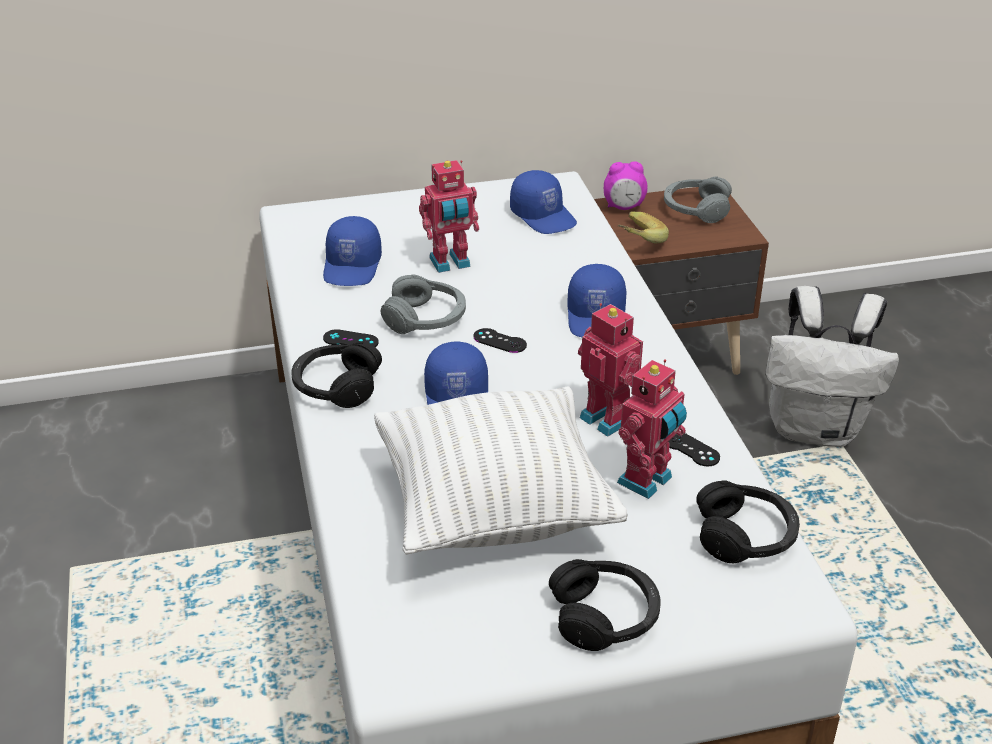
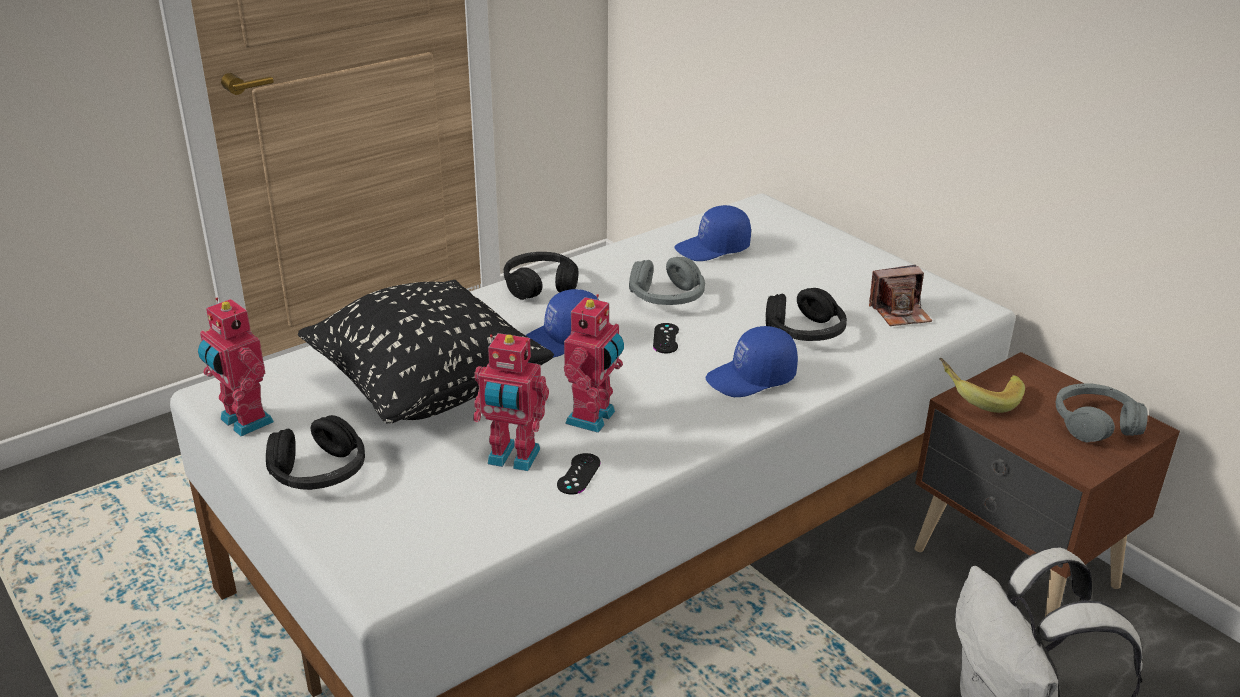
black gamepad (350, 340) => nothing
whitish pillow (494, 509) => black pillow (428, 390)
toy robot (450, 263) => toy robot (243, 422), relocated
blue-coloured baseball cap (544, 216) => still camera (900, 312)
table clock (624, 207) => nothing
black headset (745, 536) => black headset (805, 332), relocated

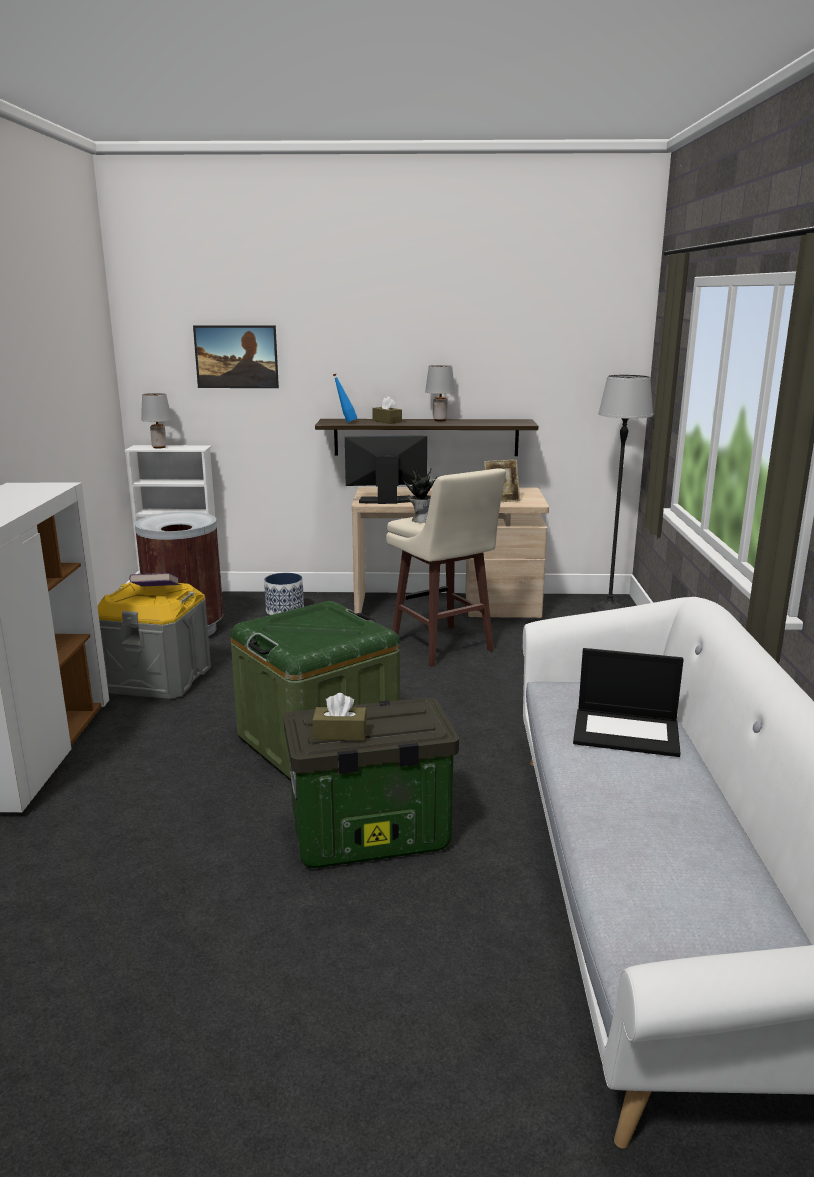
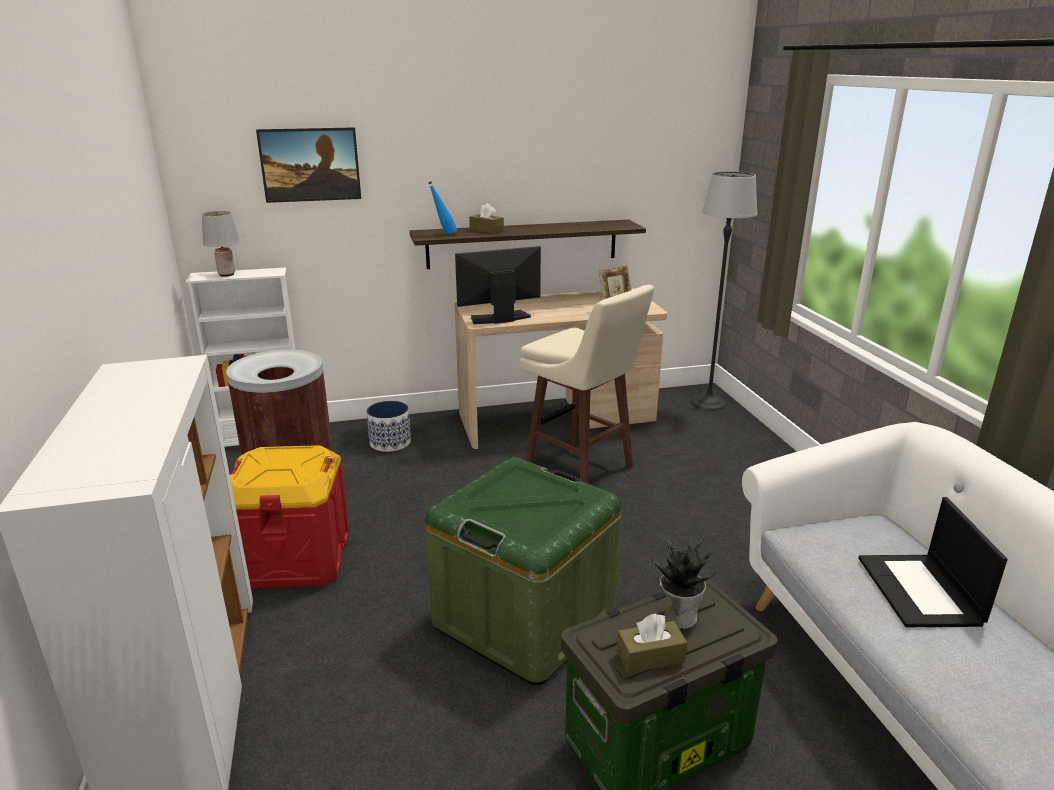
greyish storage bin (158, 679) => reddish storage bin (295, 558)
purple volume (156, 592) => nothing
plant in a pot (421, 520) => plant in a pot (679, 616), relocated
greyish tabletop lamp (440, 420) => nothing
portable computer (627, 732) => portable computer (920, 591), 90 degrees clockwise

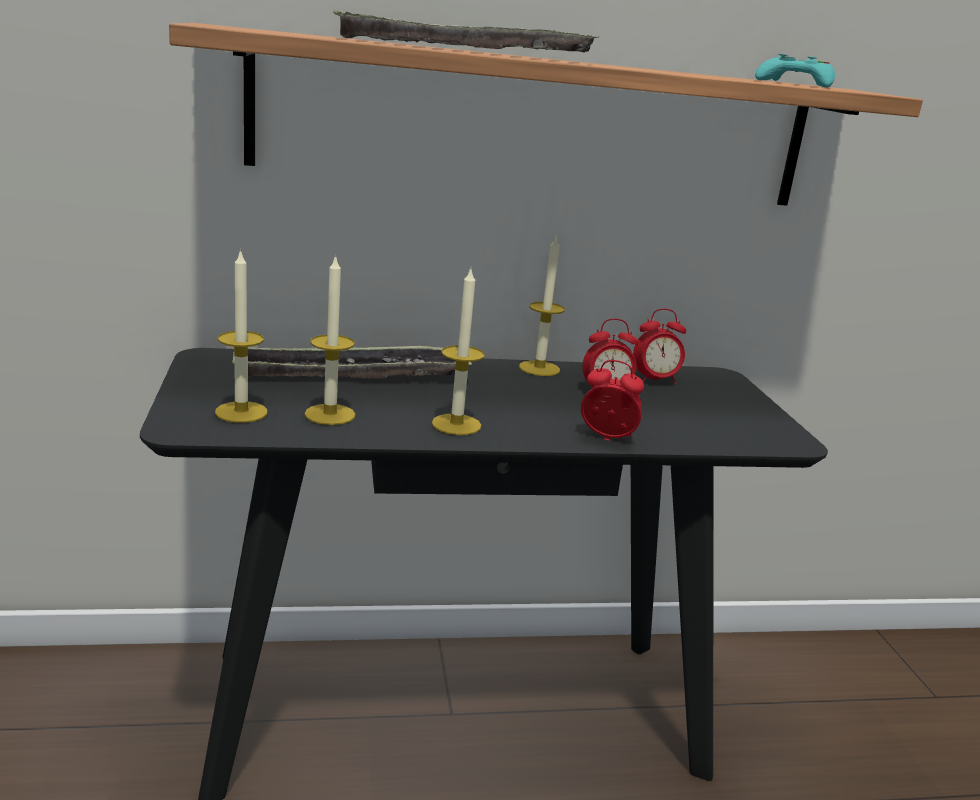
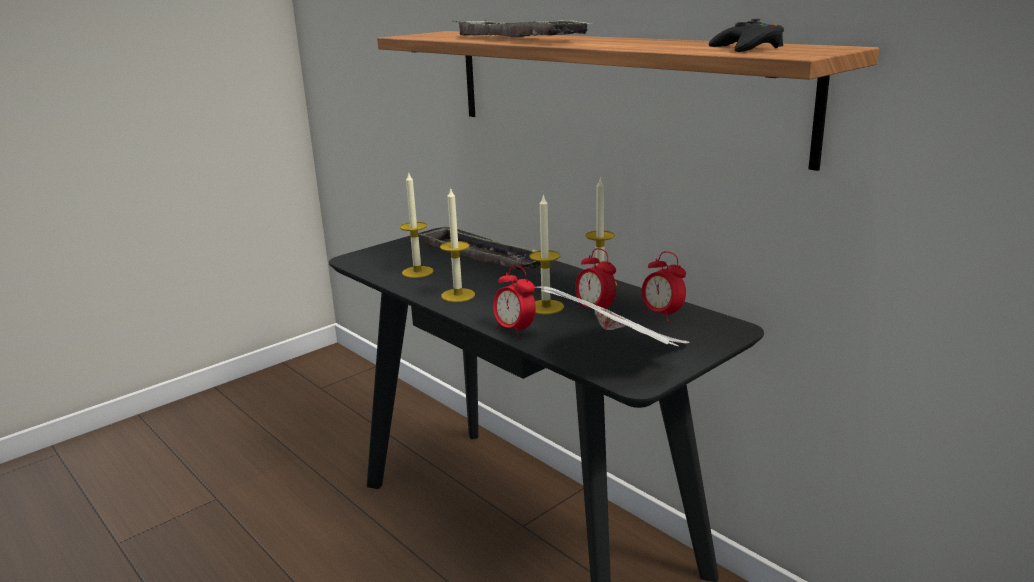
candle (241, 412) => candle (546, 307), relocated
table clock (607, 438) => table clock (514, 330), 150 degrees clockwise
turquoise gamepad (794, 83) => black gamepad (747, 48)
nothing => printed paper (615, 354)

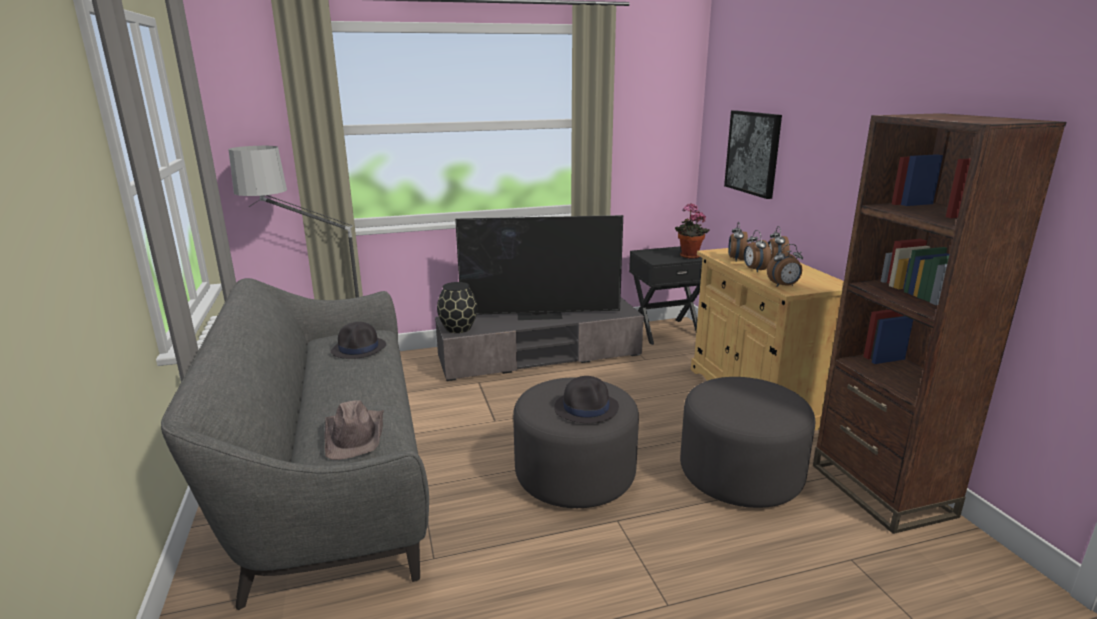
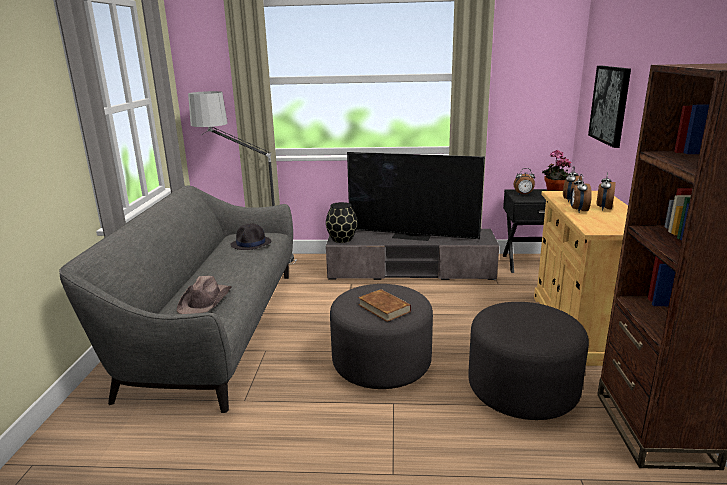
black clothing hat (586, 408) => brown volume (384, 308)
table clock (784, 286) => table clock (523, 194), relocated

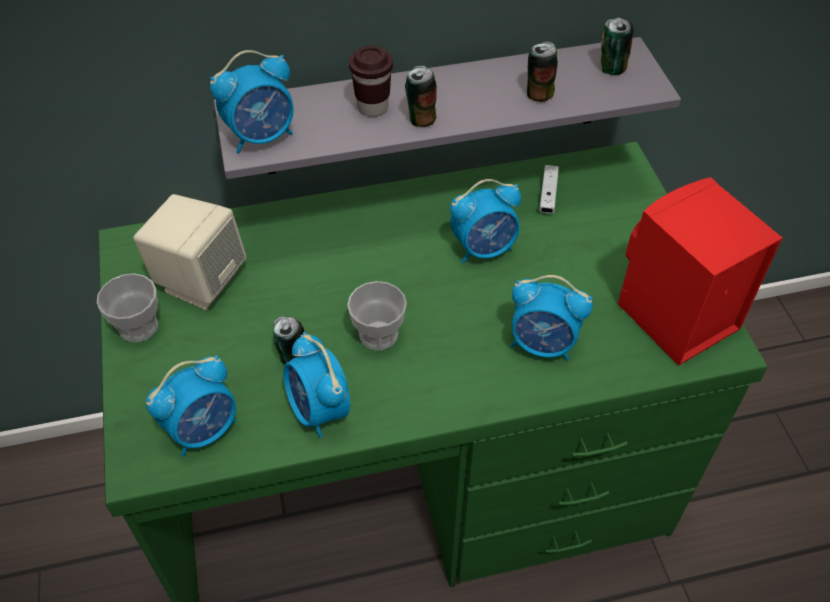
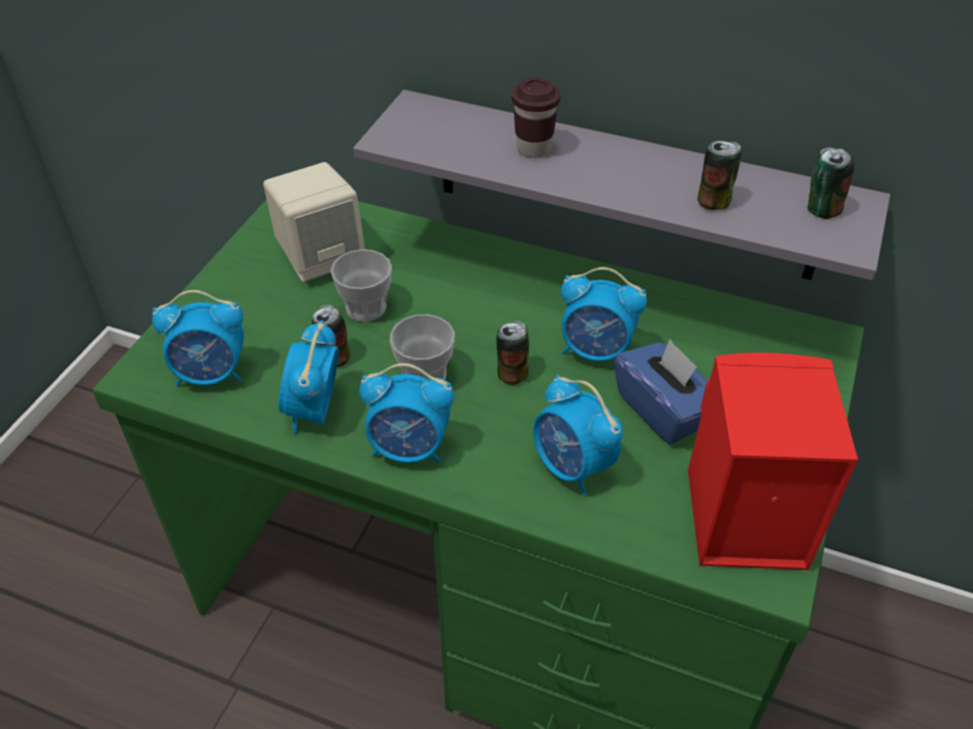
small cup (138, 327) => small cup (366, 308), relocated
table clock (262, 136) => table clock (409, 449), relocated
metal can (421, 118) => metal can (512, 373), relocated
whitish gamepad (548, 195) => nothing
nothing => blue-coloured box of tissues (663, 410)

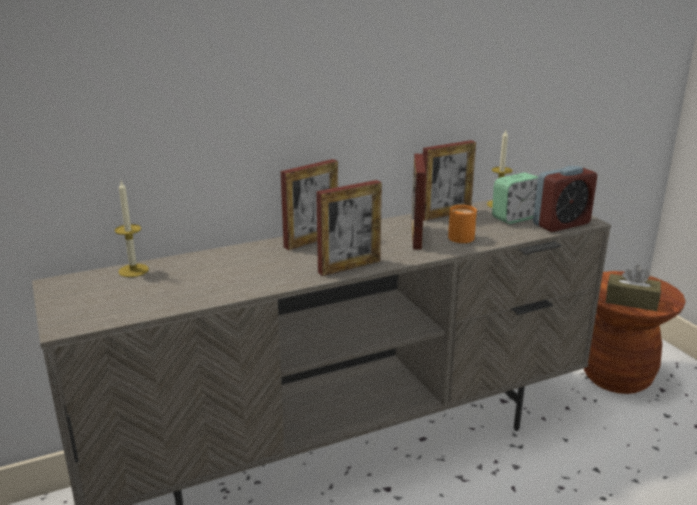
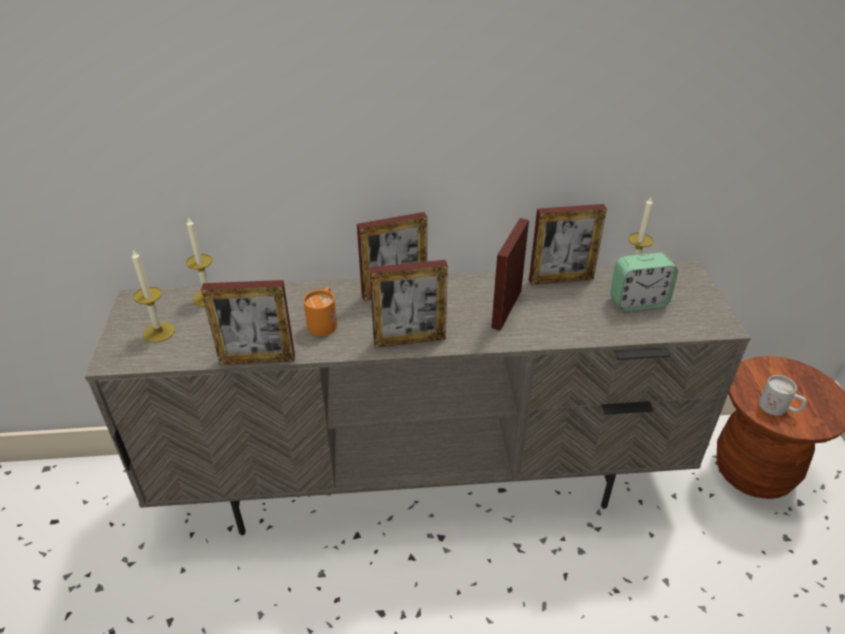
orangey tea mug (459, 235) => orangey tea mug (324, 322), relocated
table clock (561, 224) => nothing
brown box of tissues (631, 301) => whitish tea mug (778, 409)
nothing => candle (159, 332)
nothing => picture frame (257, 359)

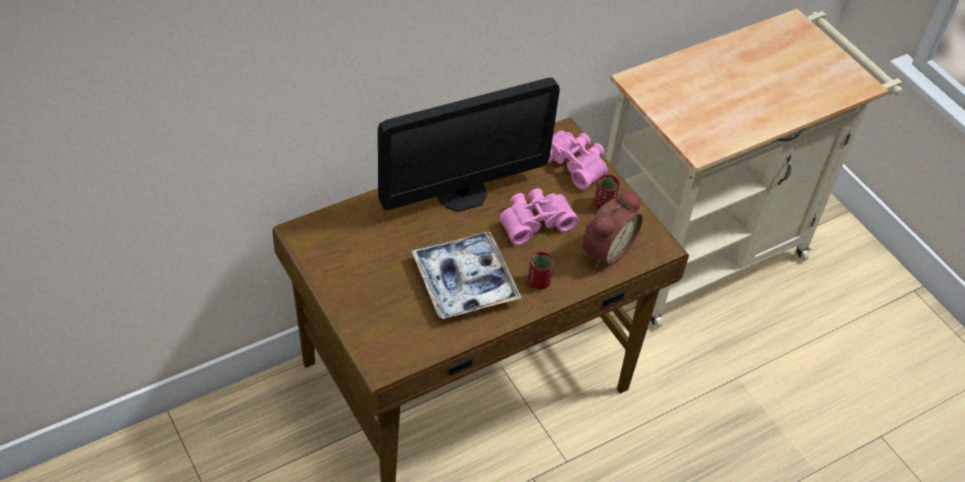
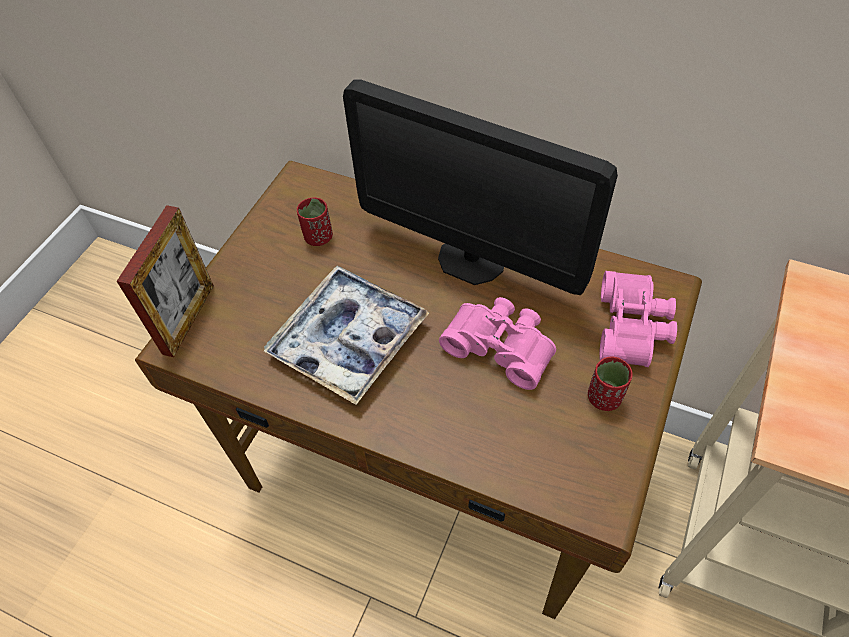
reddish small cup (538, 282) => reddish small cup (318, 237), relocated
table clock (604, 249) => nothing
nothing => picture frame (188, 319)

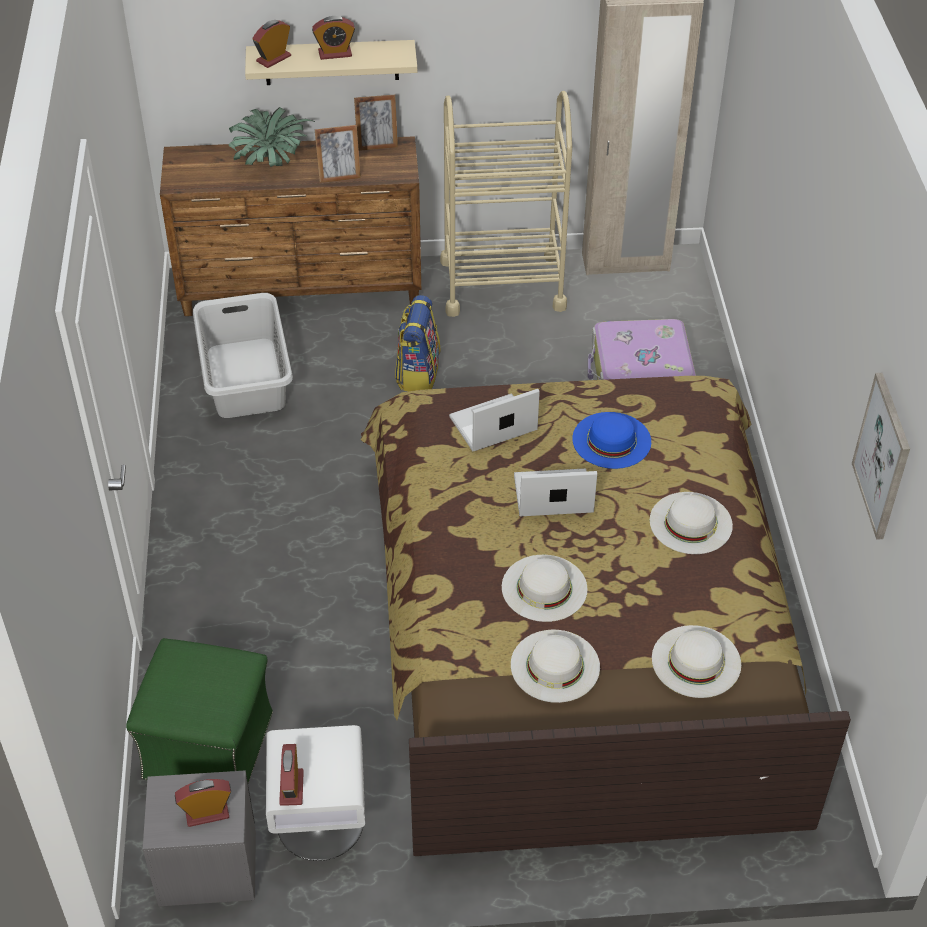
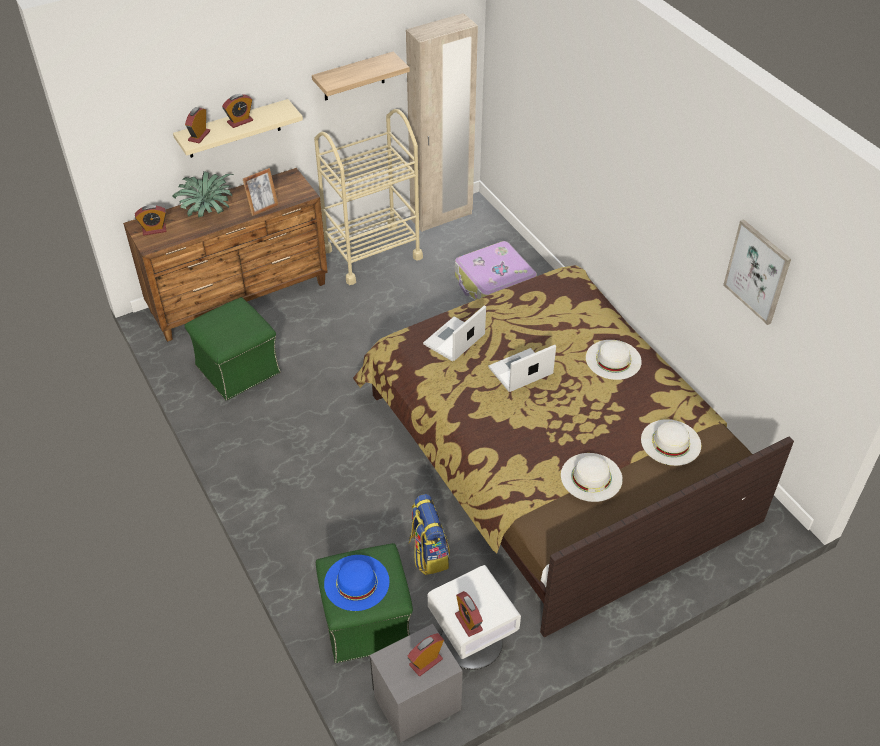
greyish washing basket (245, 378) => green-coloured pouffe (237, 370)
picture frame (377, 145) => nothing
rucksack (417, 373) => rucksack (428, 553), relocated
whitish clothing hat (544, 588) => nothing
blue-coloured clothing hat (611, 440) => blue-coloured clothing hat (356, 582), relocated
nothing => table clock (154, 230)
nothing => bracket shelf (353, 77)

